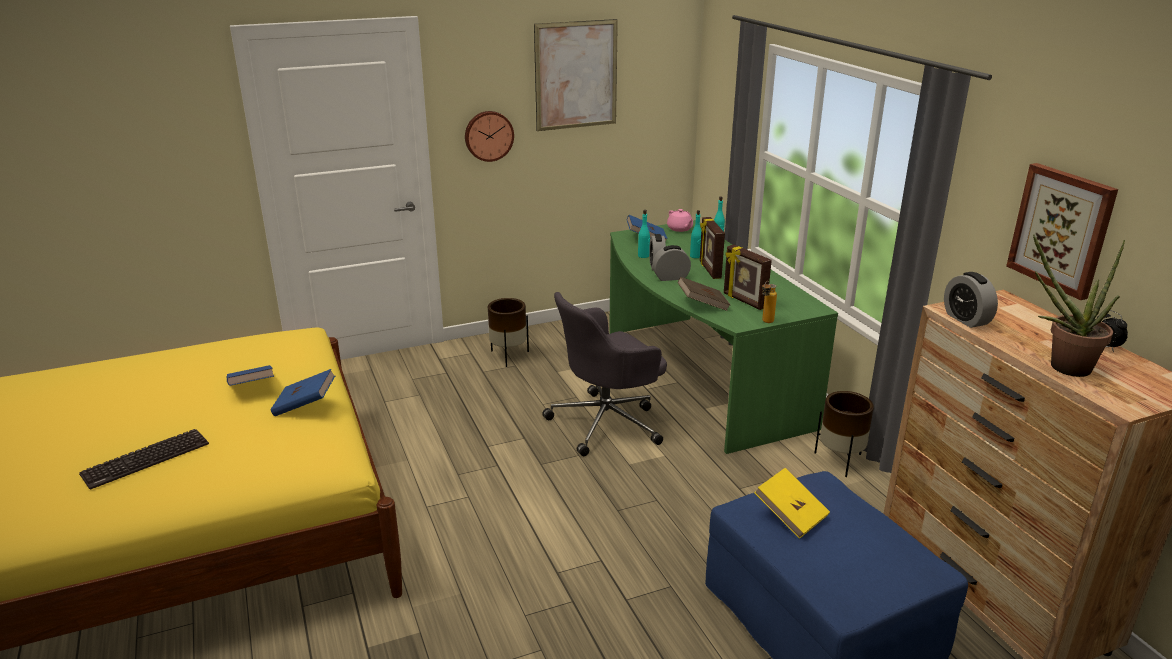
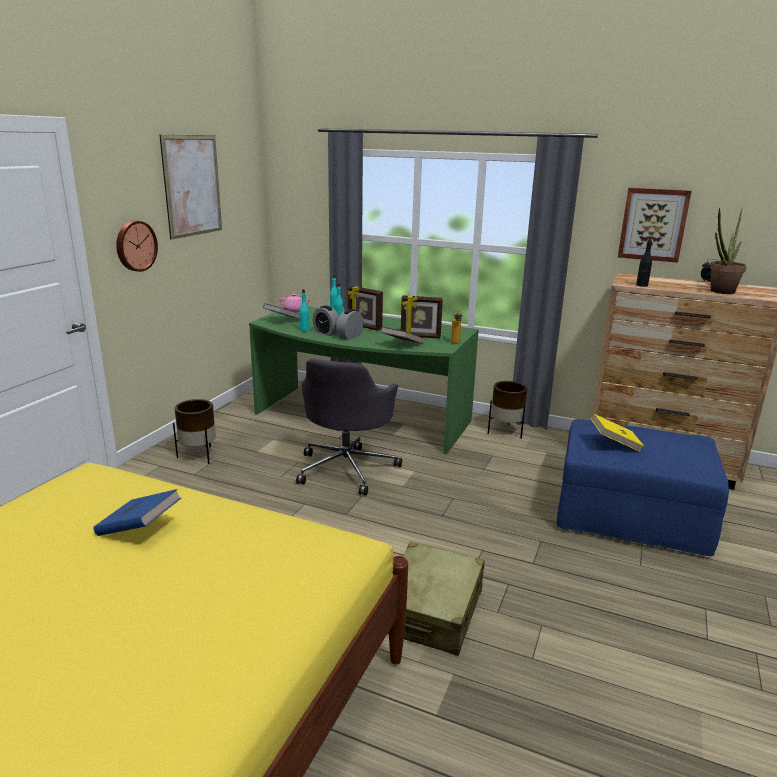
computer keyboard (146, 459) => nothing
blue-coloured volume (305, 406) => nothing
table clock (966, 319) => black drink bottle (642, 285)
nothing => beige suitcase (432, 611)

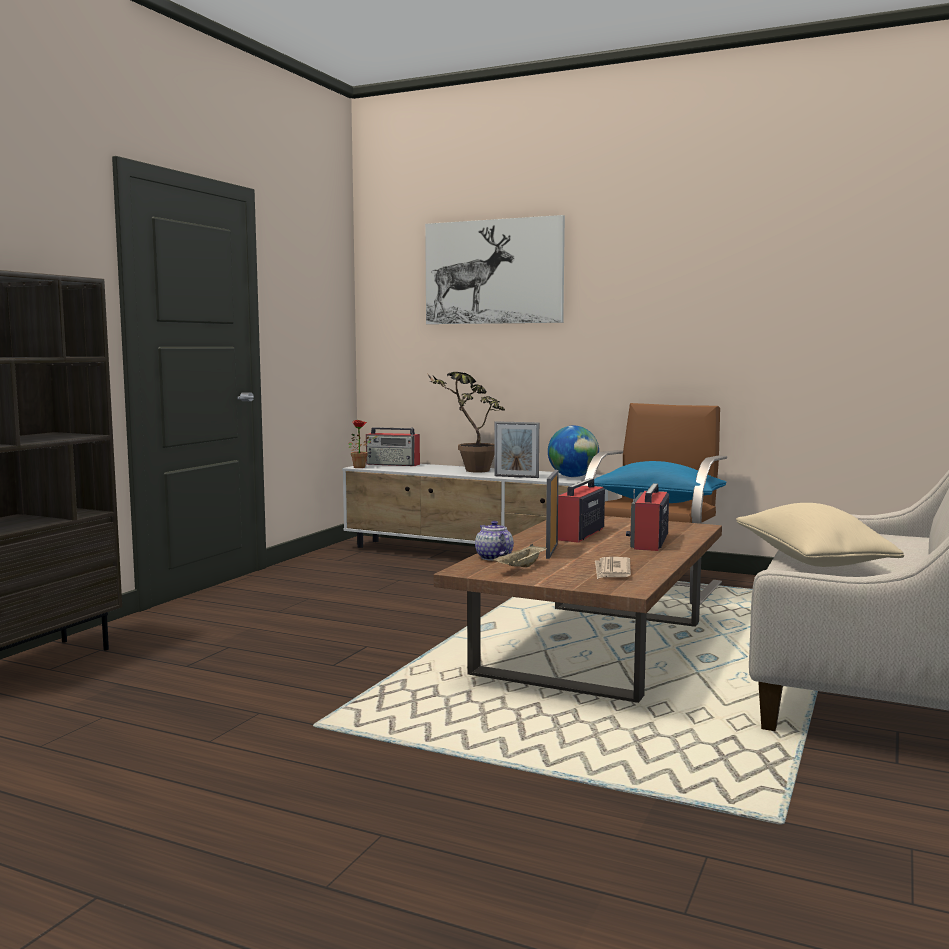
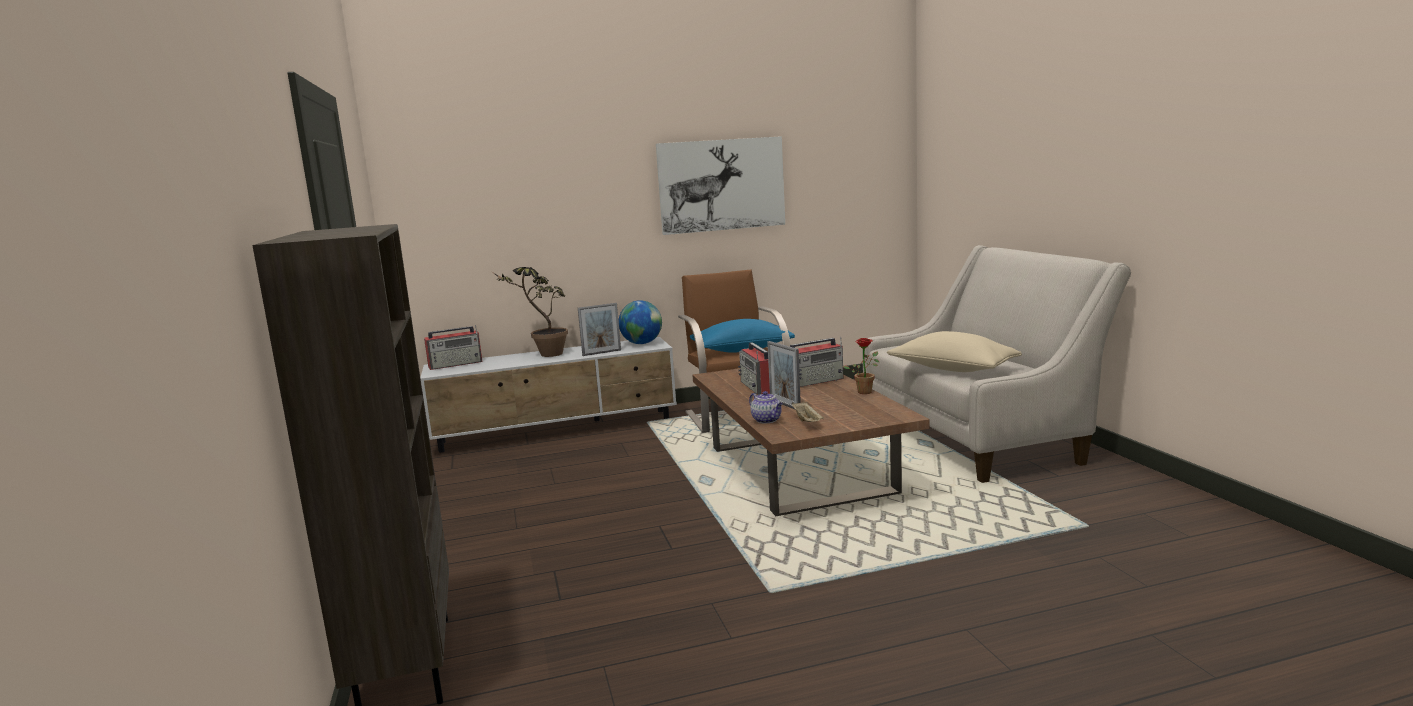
plant in a pot (362, 467) => plant in a pot (865, 391), relocated
wall picture (493, 272) => wall picture (721, 185), relocated
tea pot (493, 557) => tea pot (767, 420), 150 degrees counterclockwise
printed paper (612, 571) => nothing
radio set (649, 542) => radio set (815, 381), 90 degrees counterclockwise

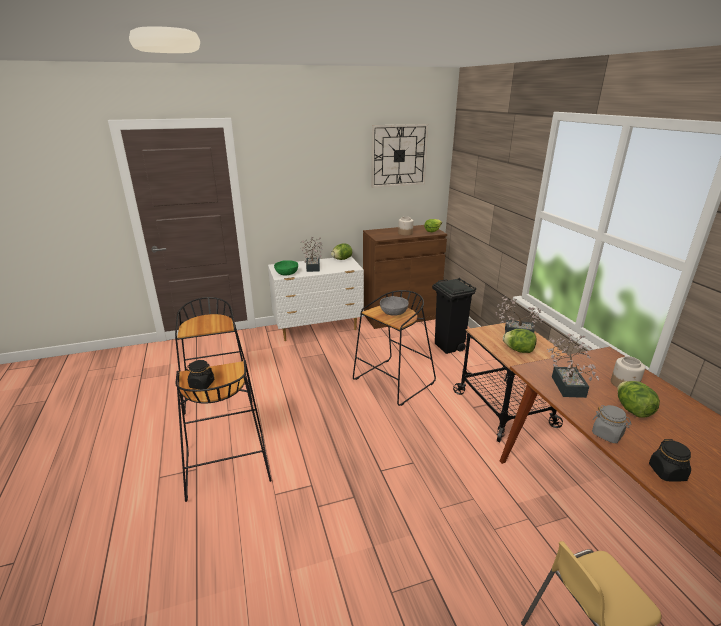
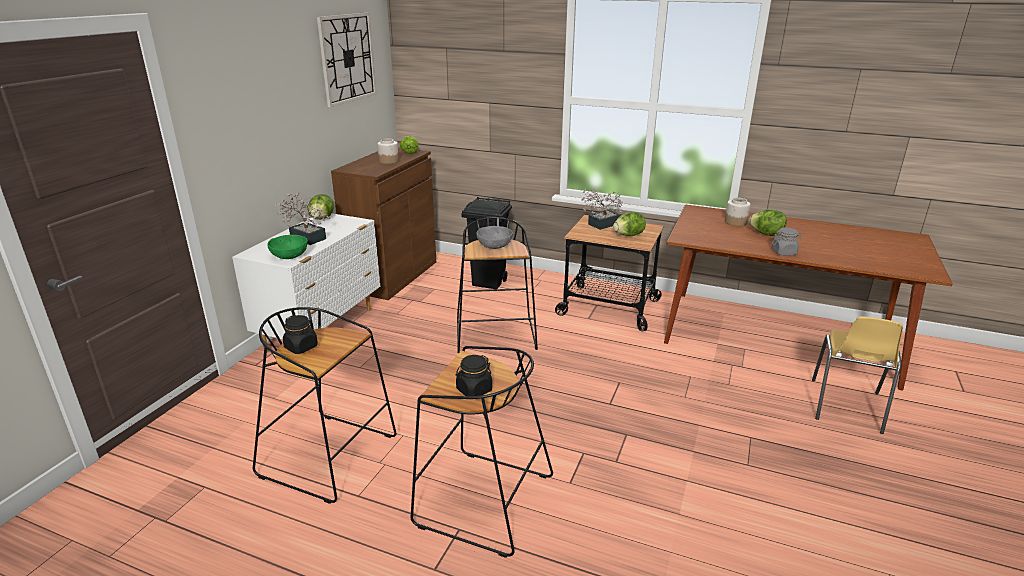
plant in a pot (567, 384) => nothing
black storage jar (667, 472) => black storage jar (301, 347), relocated

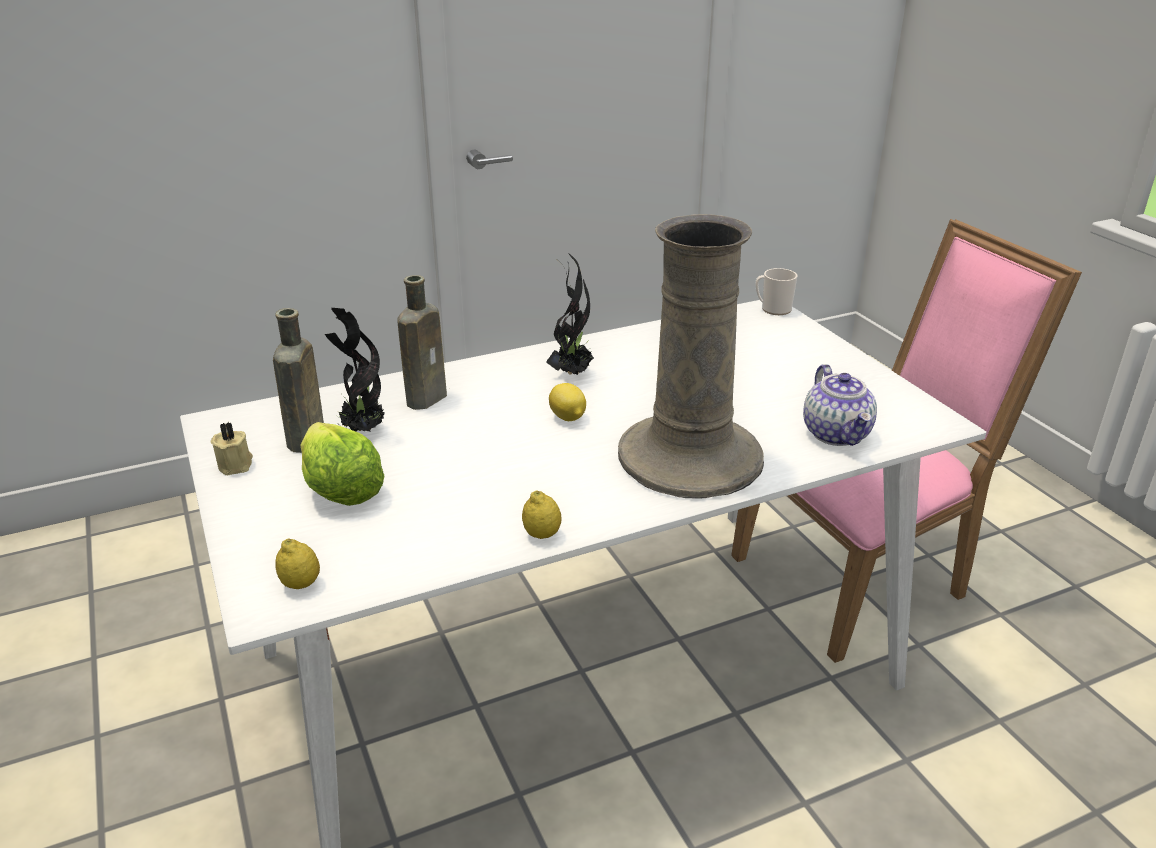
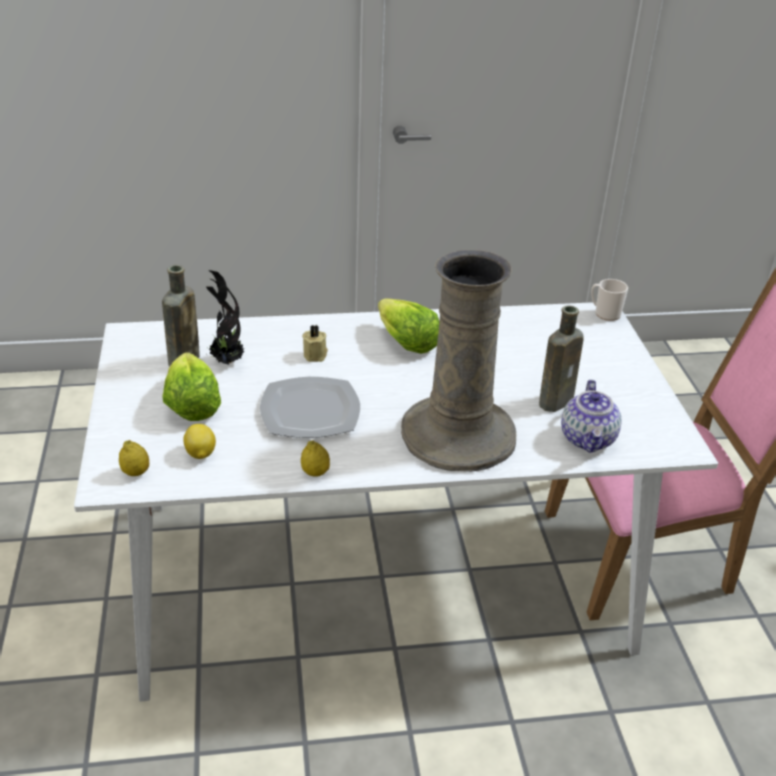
beige candle (236, 464) => beige candle (316, 354), relocated
brown drink bottle (428, 397) => brown drink bottle (557, 400), relocated
plant in a pot (572, 373) => head of lettuce (406, 342)
lemon (568, 418) => lemon (200, 454), relocated
nothing => flat dish (311, 410)

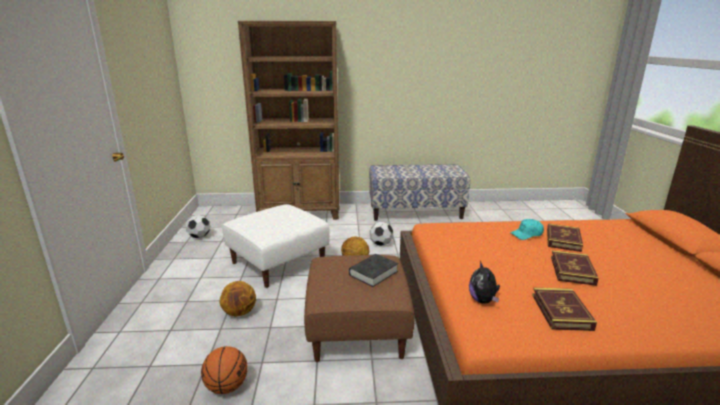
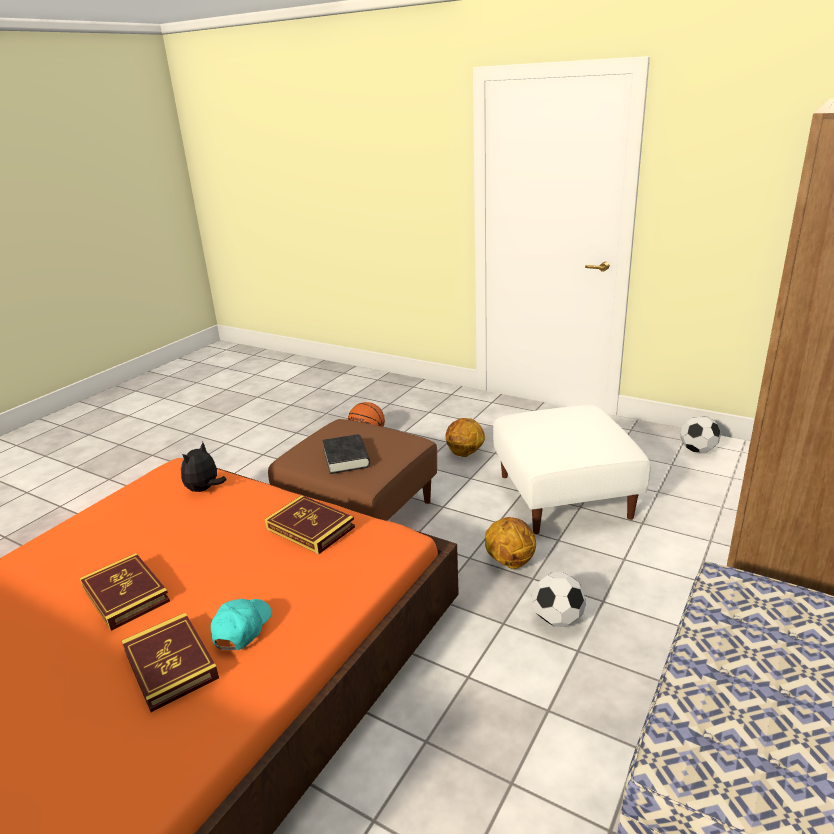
cuddly toy (483, 300) => cuddly toy (204, 489), 90 degrees counterclockwise
volume (561, 312) => volume (310, 528), relocated

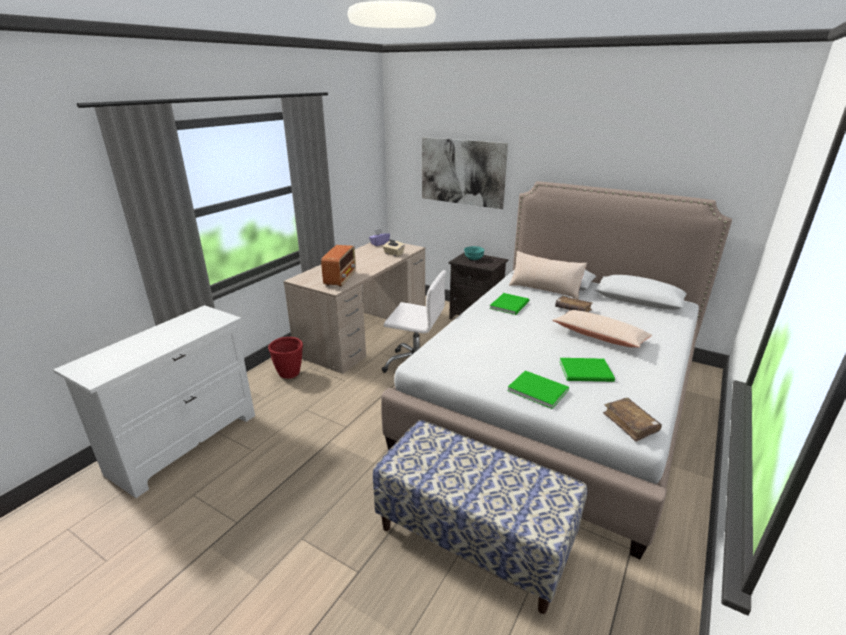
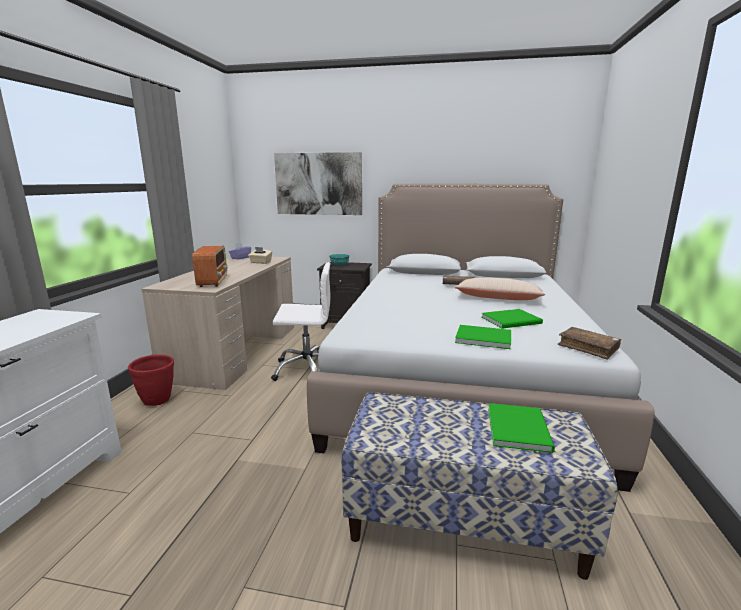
green-coloured volume (510, 305) => green-coloured volume (519, 428), relocated
beige pillow (544, 289) => nothing

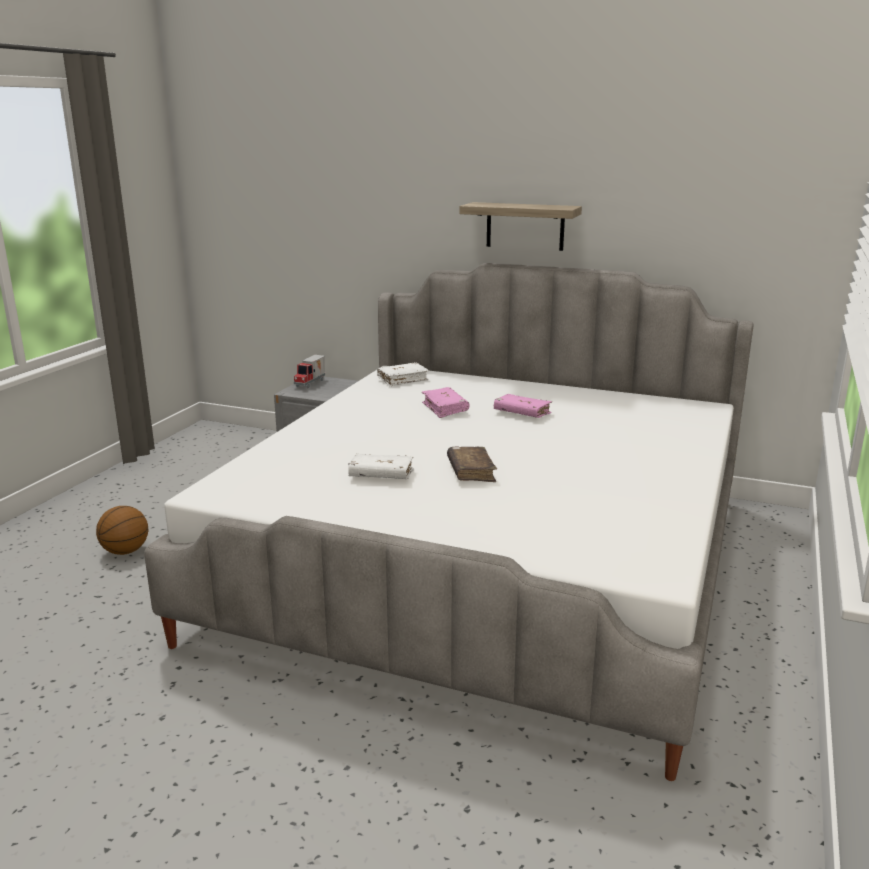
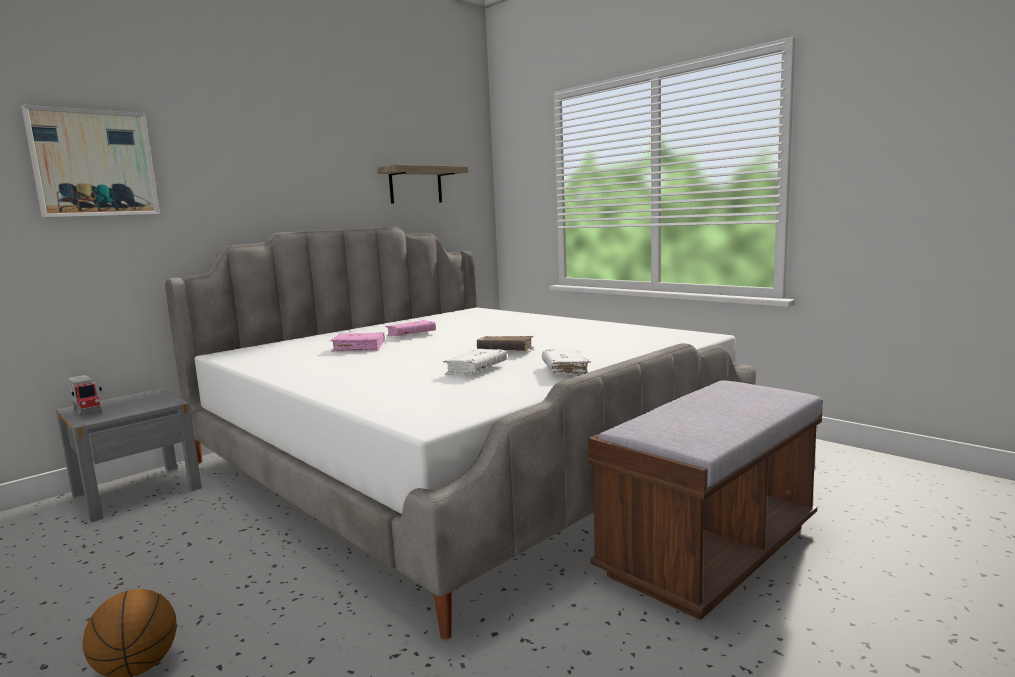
whitish volume (402, 380) => whitish volume (565, 371), relocated
bracket shelf (525, 226) => bracket shelf (415, 185), relocated
nothing => wall picture (94, 163)
nothing => brown long seat (710, 551)

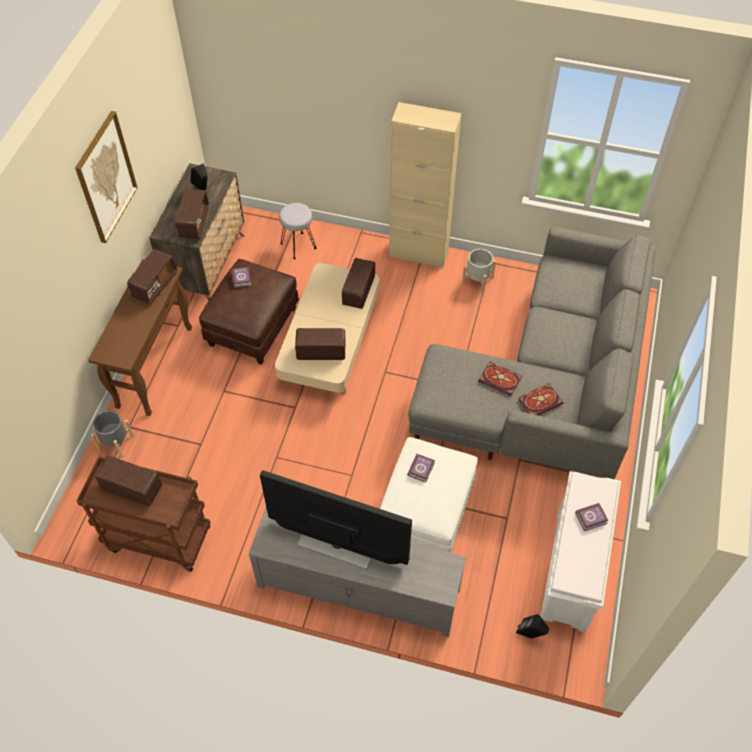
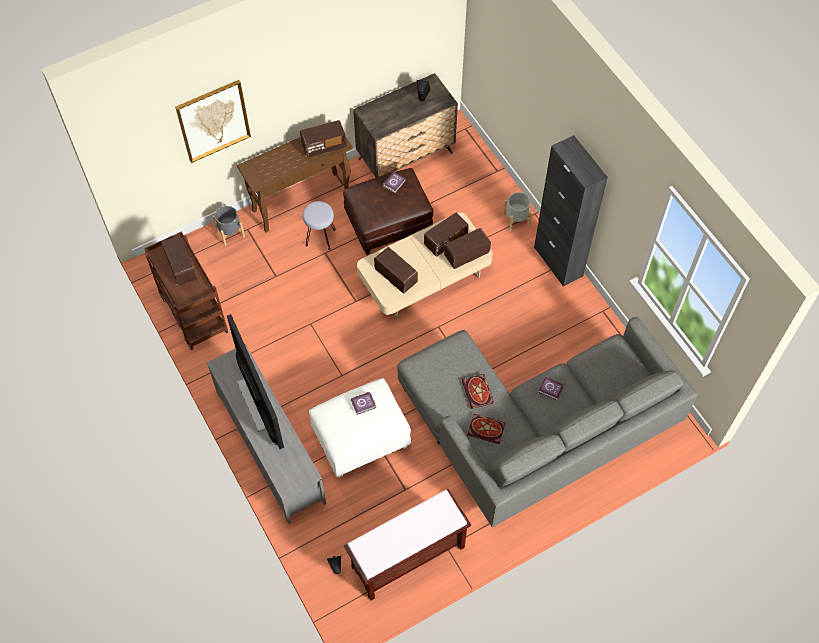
wall picture (106, 178) => wall picture (213, 120), relocated
radio set (194, 223) => radio set (445, 241), relocated
greyish stool seat (298, 245) => greyish stool seat (321, 237), relocated
beige cabinet (418, 253) => black cabinet (558, 261)
greyish plant pot (477, 281) => greyish plant pot (516, 219), relocated
whitish long seat (571, 570) => brown long seat (407, 558)
volume (592, 518) => volume (551, 390), relocated

